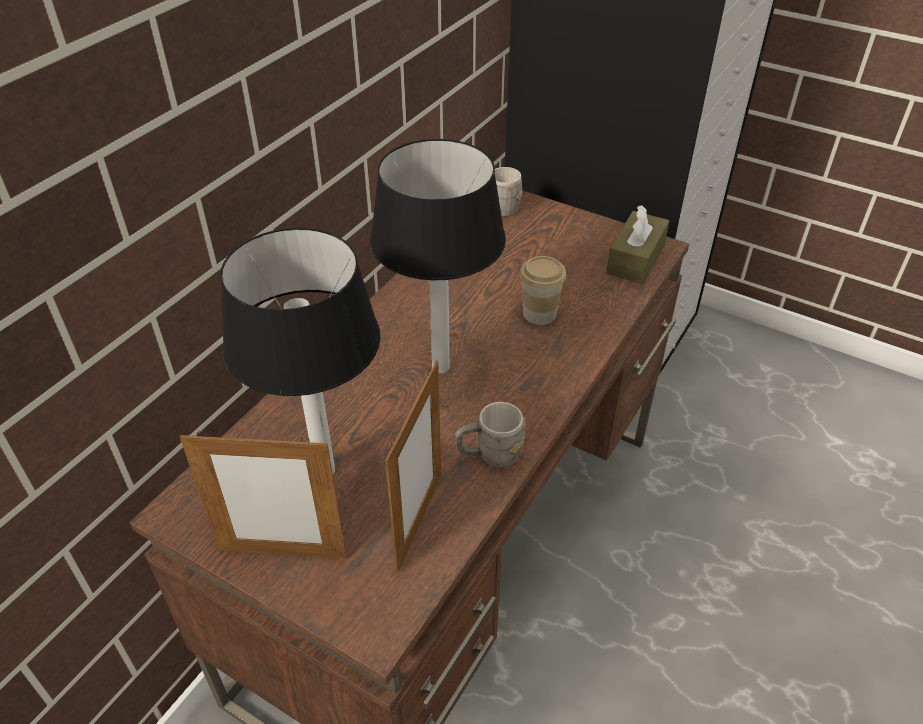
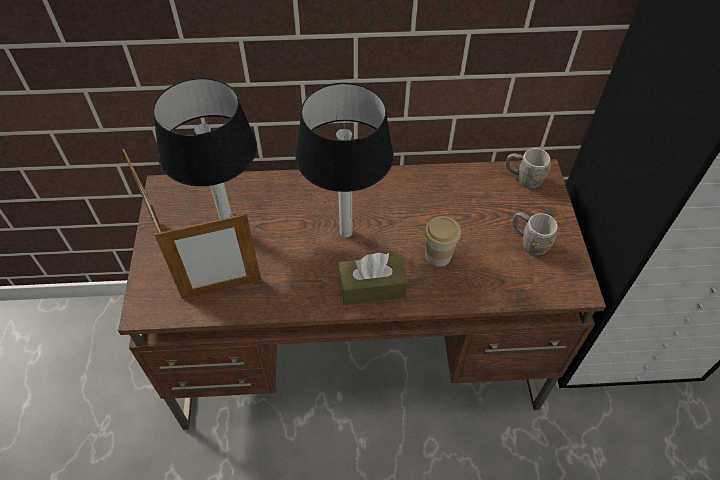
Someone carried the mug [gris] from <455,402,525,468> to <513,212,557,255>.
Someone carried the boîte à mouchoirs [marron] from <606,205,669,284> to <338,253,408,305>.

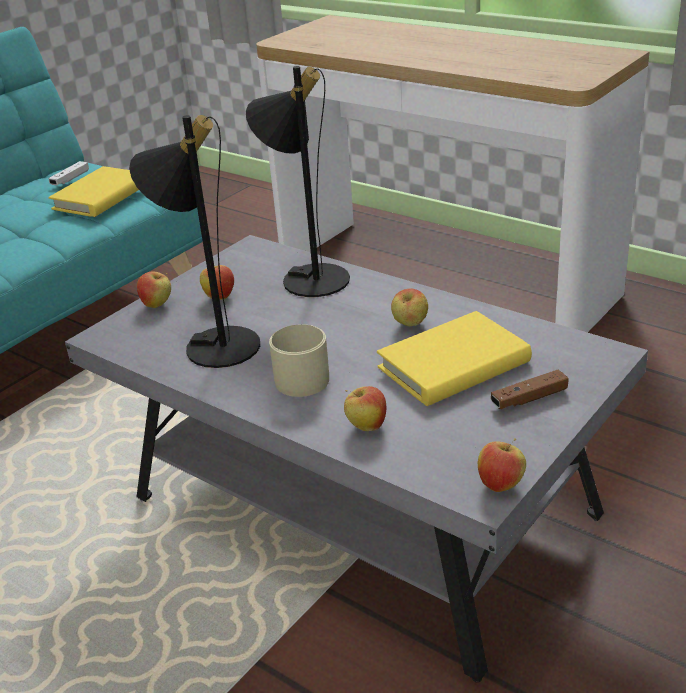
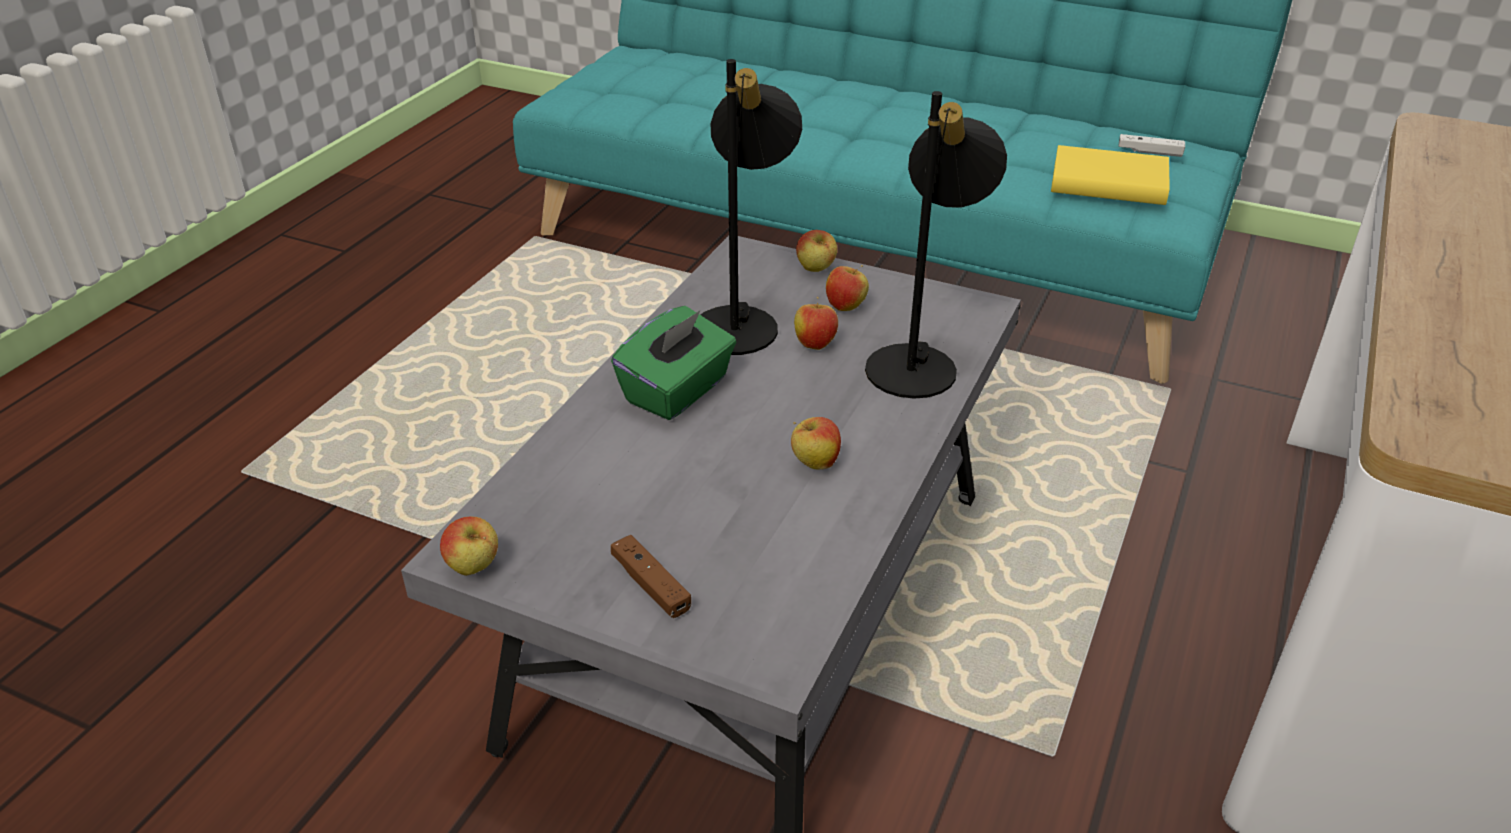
Someone swapped the mug [beige] at <269,324,329,397> for the boîte à mouchoirs [vert] at <611,306,736,420>.
Someone carried the pomme from <344,386,386,431> to <794,297,838,350>.
Someone took away the livre [jaune] at <377,311,532,406>.

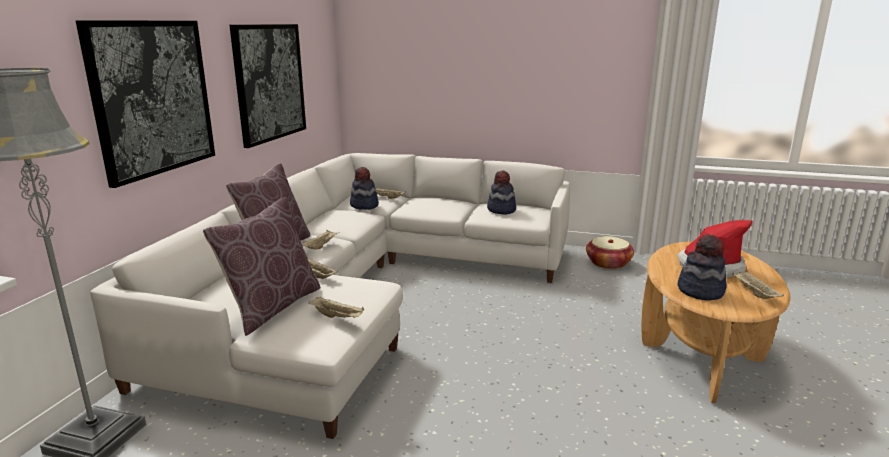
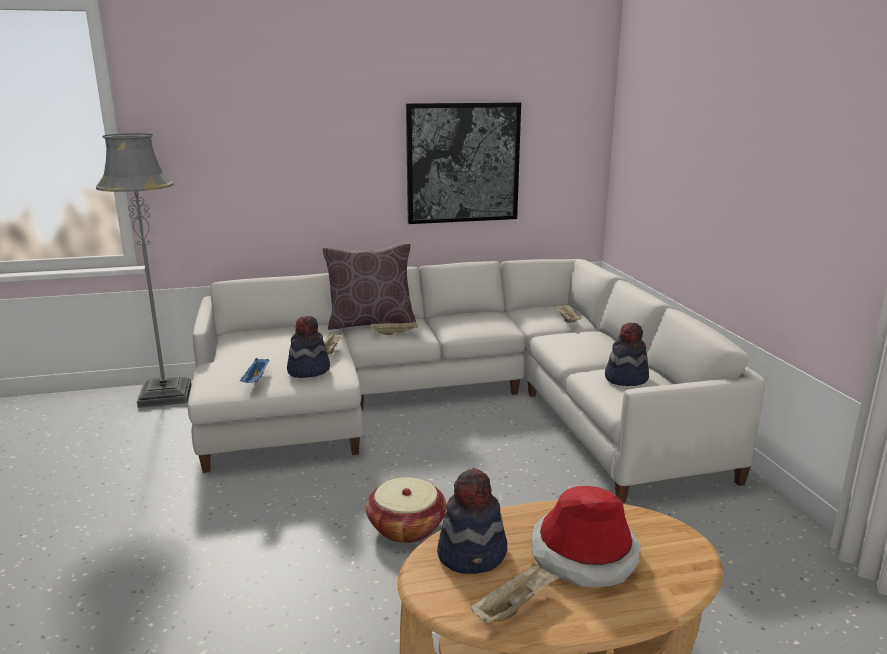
Someone took away the tableau at <76,20,215,188>.
Someone took away the coussin [marron] at <203,197,321,336>.
Someone repainted the plateau [beige] at <308,297,364,318>, which became the plateau [bleu] at <240,358,269,383>.
Someone carried the chapeau from <350,167,379,210> to <287,316,330,378>.
Someone carried the panier from <586,236,634,269> to <366,477,447,543>.

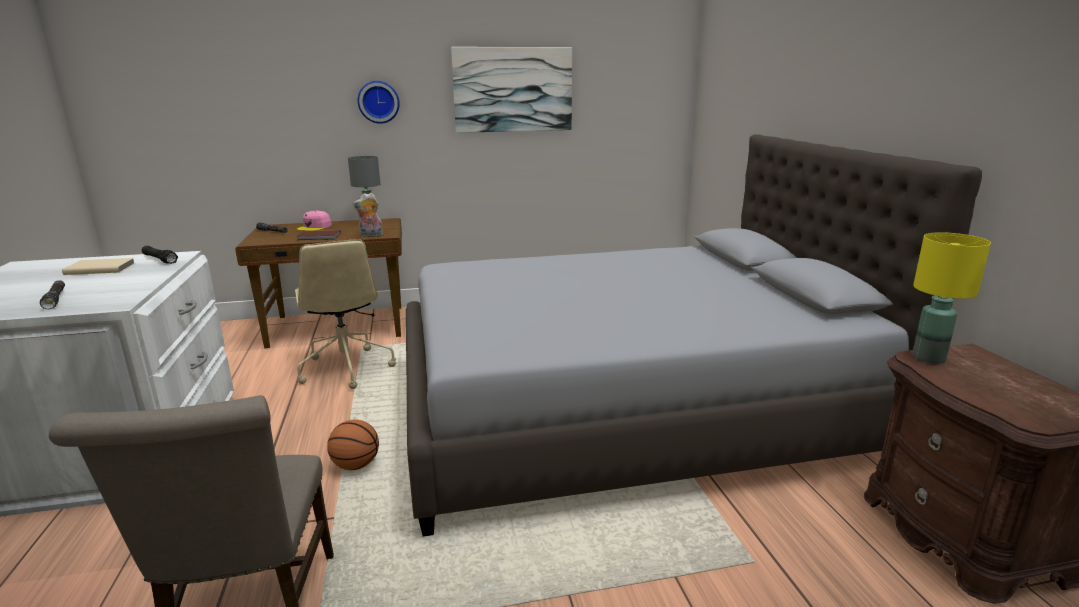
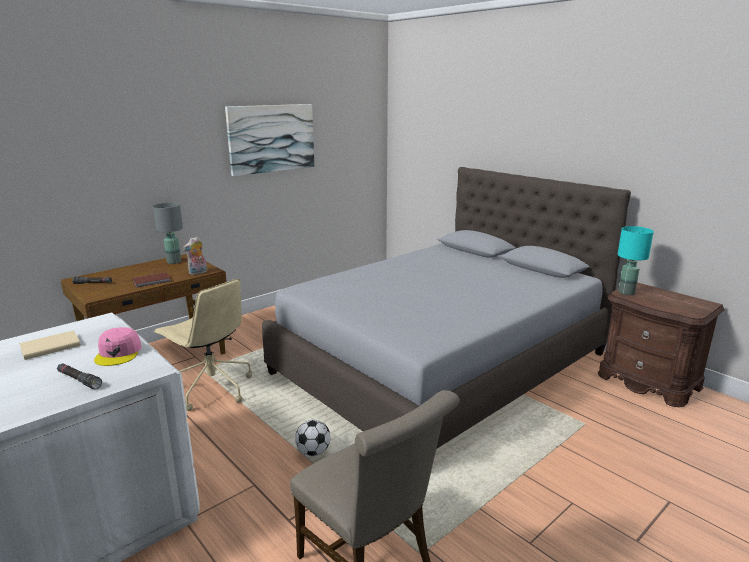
Someone took away the lampe de poche [noir] at <142,246,178,264>.
Someone carried the casquette [rose] from <297,211,332,231> to <94,327,142,366>.
Someone swapped the ballon de basket at <327,420,379,470> for the ballon de foot at <295,420,330,456>.
Someone took away the horloge murale at <358,81,400,124>.
Someone repainted the lampe de table [jaune] at <913,232,991,364>, which became the lampe de table [turquoise] at <618,226,654,295>.

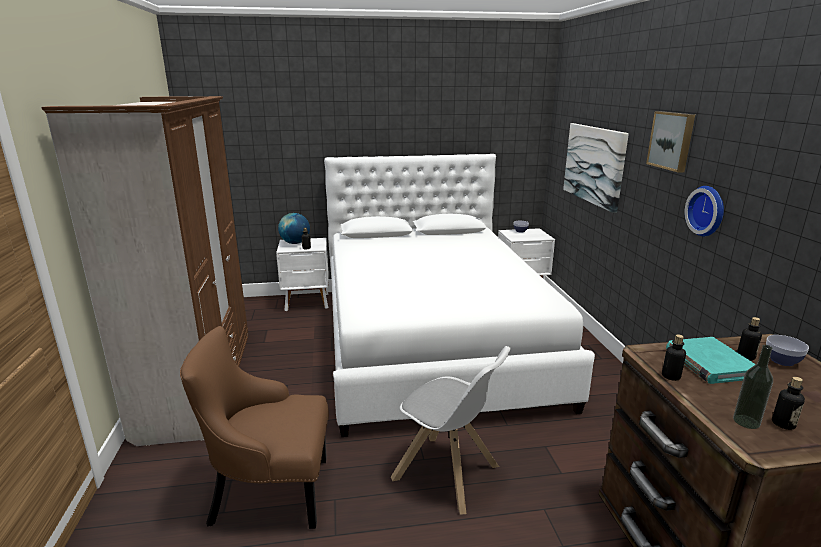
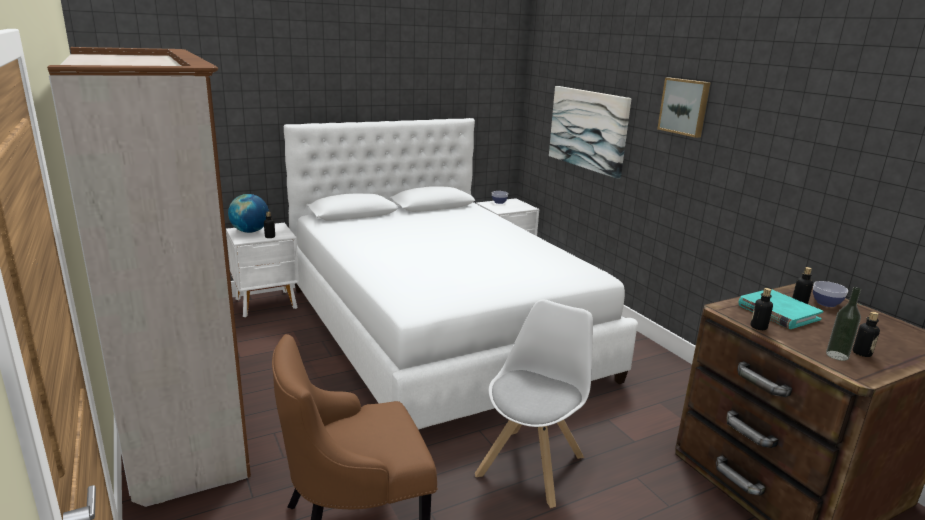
Someone rotated the chaise at <391,346,510,515> by 75 degrees counterclockwise.
Someone took away the horloge murale at <684,186,724,236>.

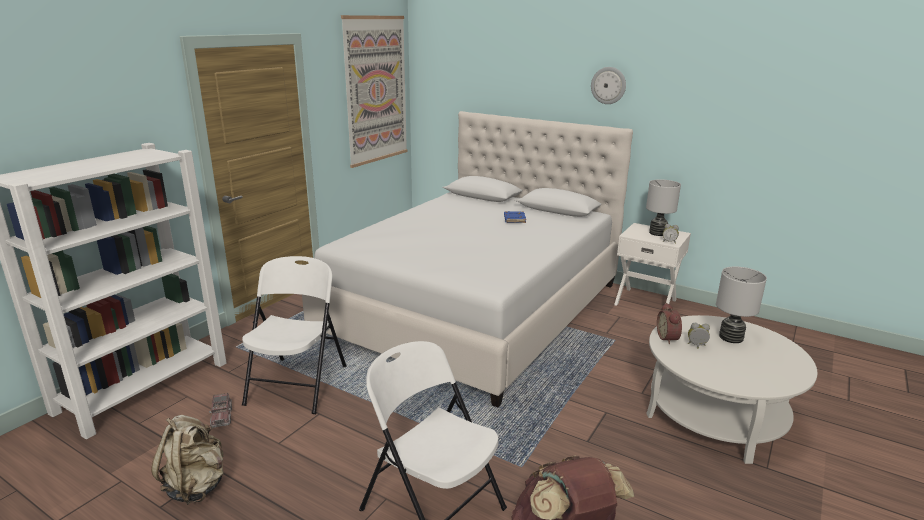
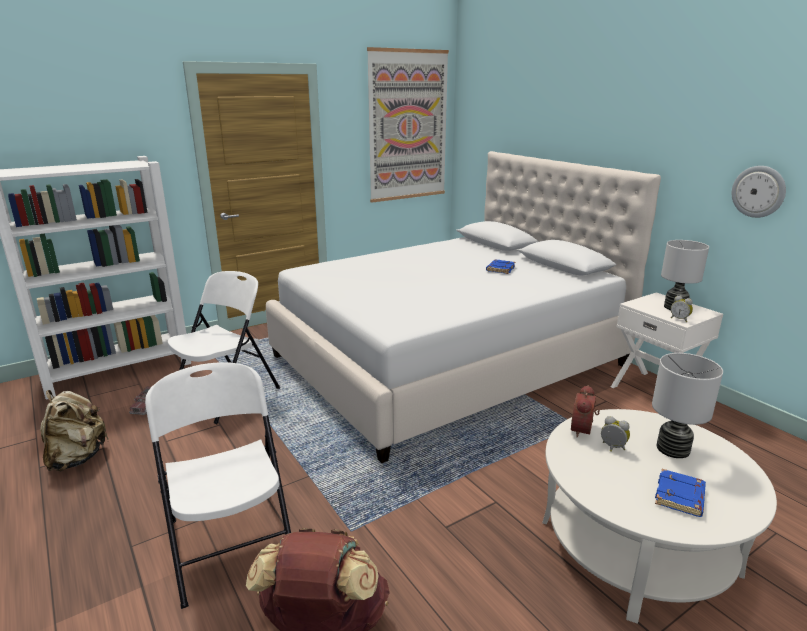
Someone carried the horloge murale from <591,67,626,104> to <732,166,786,218>.
Someone put down the livre [bleu] at <655,469,706,517>.

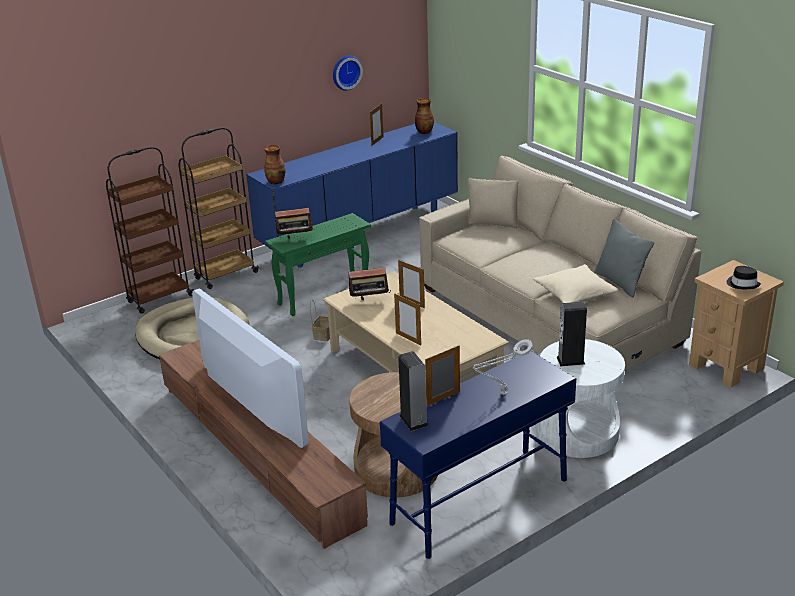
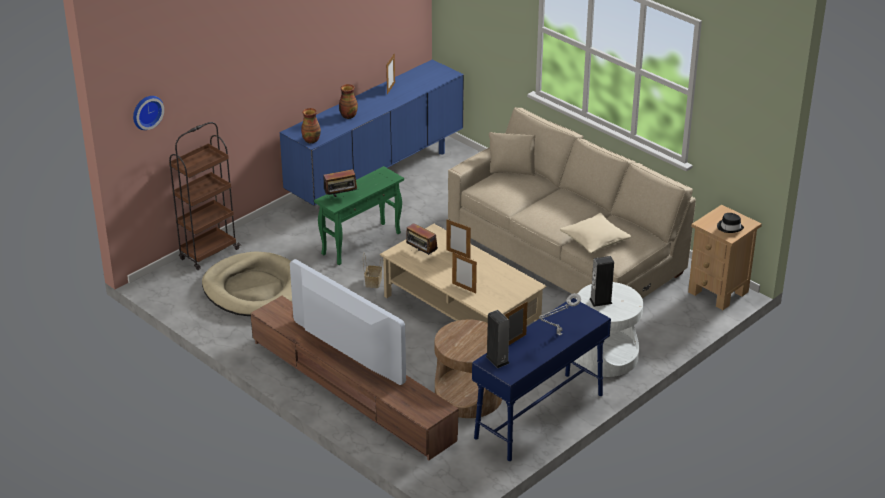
Someone took away the chariot [marron] at <179,128,260,289>.
Someone carried the horloge murale from <333,55,363,91> to <133,96,164,130>.
Someone rotated the radio at <349,267,391,300> by 60 degrees clockwise.
Someone carried the vase from <415,98,434,134> to <339,84,358,119>.
Someone took away the coussin [gris] at <595,219,654,297>.

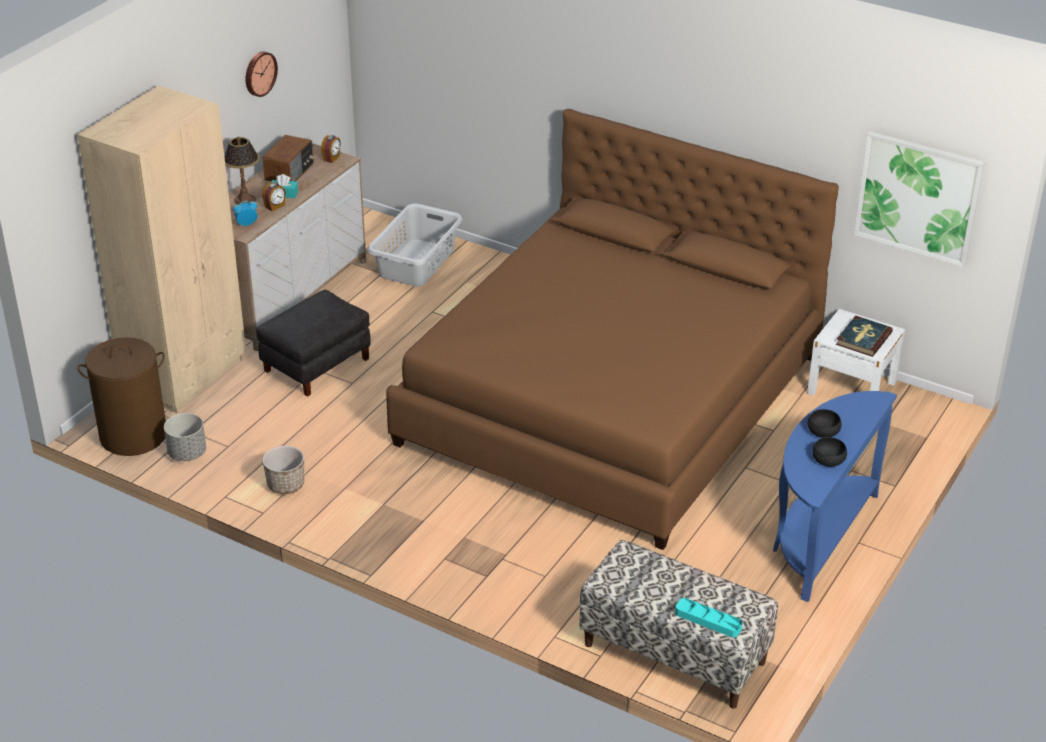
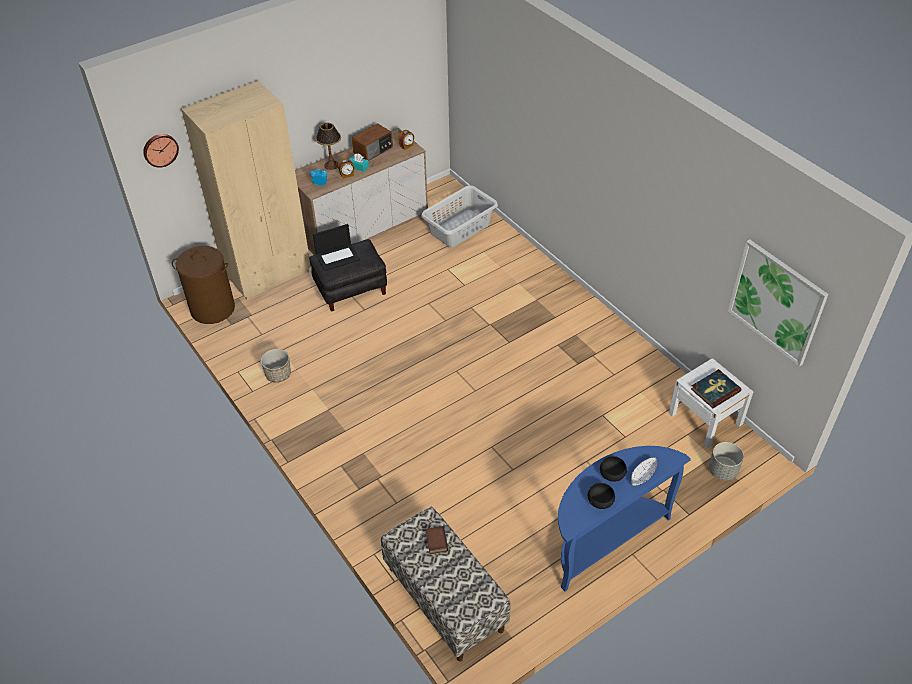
Someone carried the cache-pot [gris] from <164,413,206,461> to <709,442,744,480>.
Someone carried the horloge murale from <246,51,278,97> to <143,134,179,168>.
Someone took away the lit [marron] at <386,109,839,550>.
Someone took away the plateau [turquoise] at <675,598,743,637>.
Someone put down the ordinateur portable at <313,224,360,271>.
Someone put down the livre at <425,526,448,554>.
Someone put down the bol [blanc] at <631,458,658,486>.

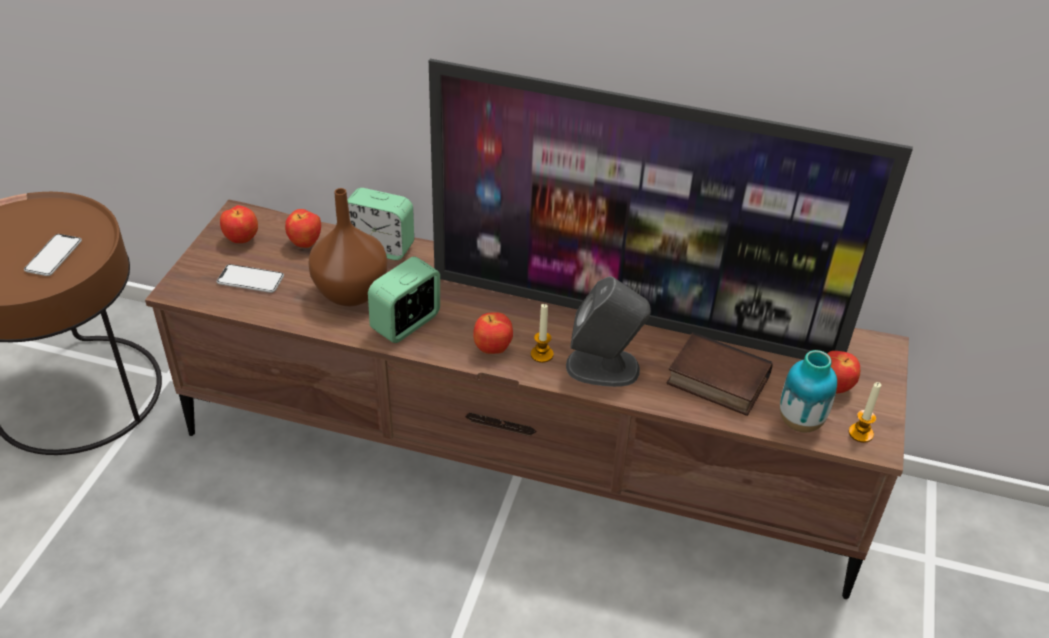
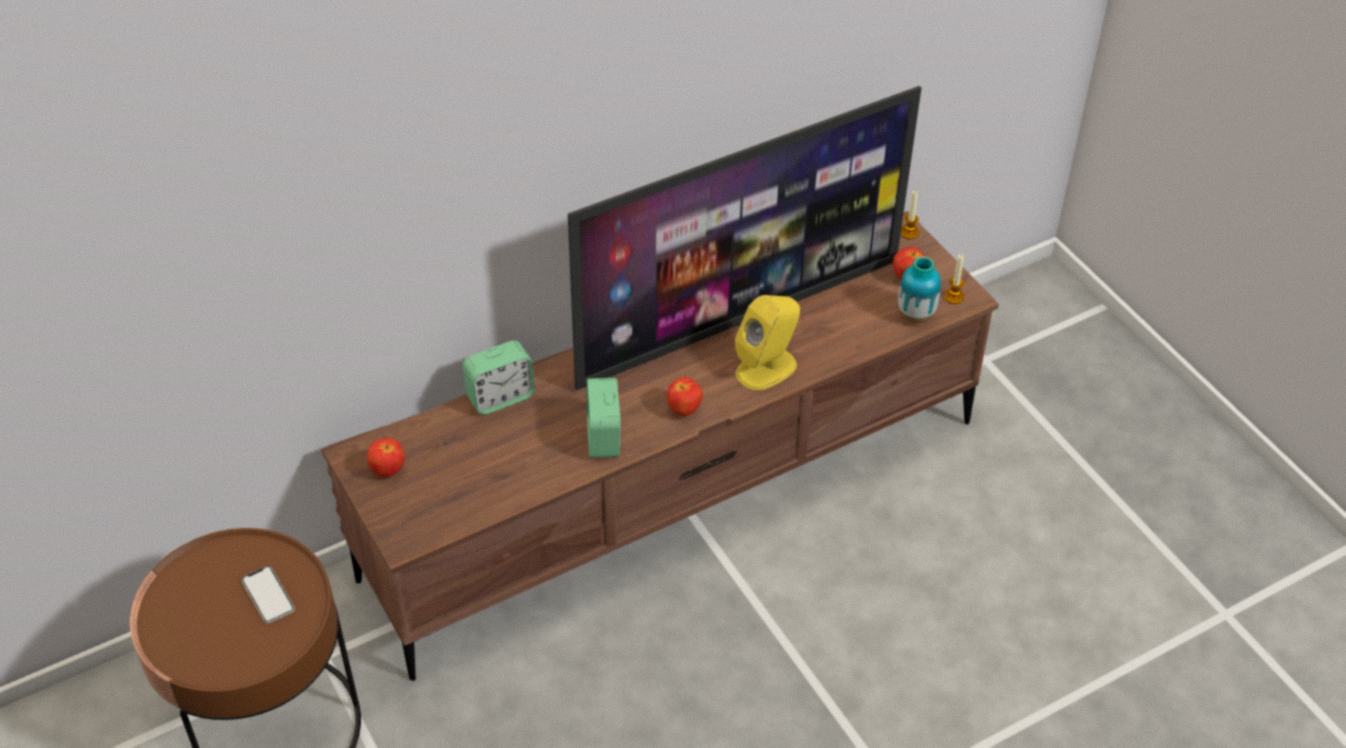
Someone took away the téléphone at <217,264,284,293>.
Someone took away the pomme at <285,209,321,248>.
Someone took away the vase [marron] at <308,188,388,306>.
Someone carried the bougie from <531,304,554,363> to <901,191,919,239>.
Someone repainted the enceinte [gris] at <566,276,651,387>, which became the enceinte [jaune] at <735,295,800,390>.
Someone took away the livre at <667,332,773,416>.

